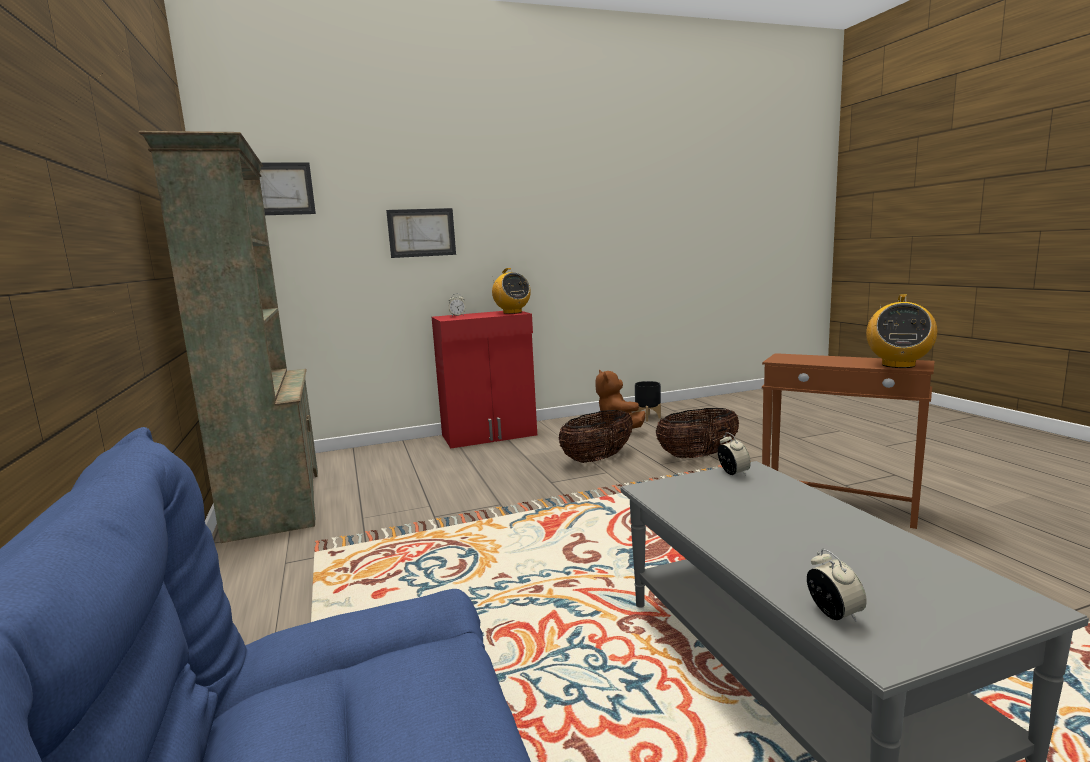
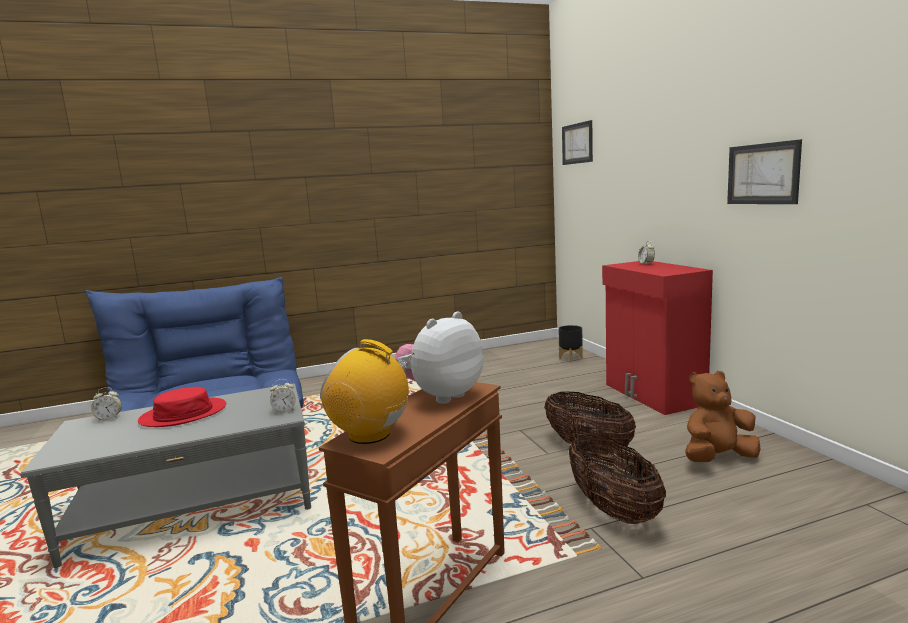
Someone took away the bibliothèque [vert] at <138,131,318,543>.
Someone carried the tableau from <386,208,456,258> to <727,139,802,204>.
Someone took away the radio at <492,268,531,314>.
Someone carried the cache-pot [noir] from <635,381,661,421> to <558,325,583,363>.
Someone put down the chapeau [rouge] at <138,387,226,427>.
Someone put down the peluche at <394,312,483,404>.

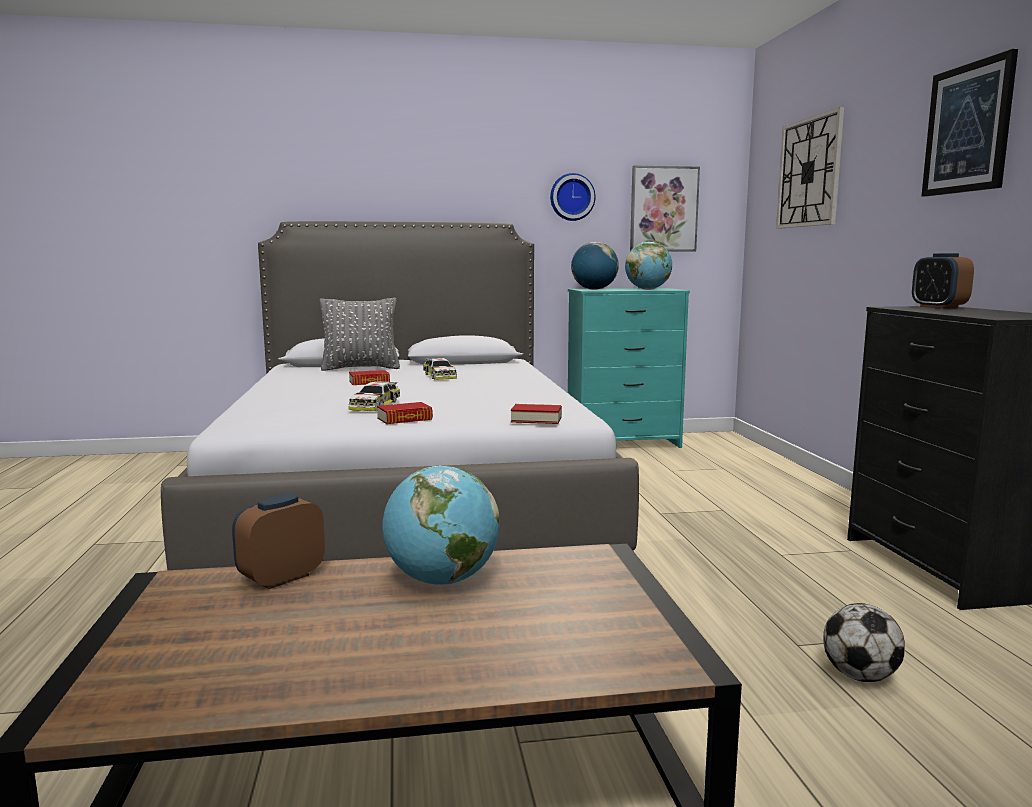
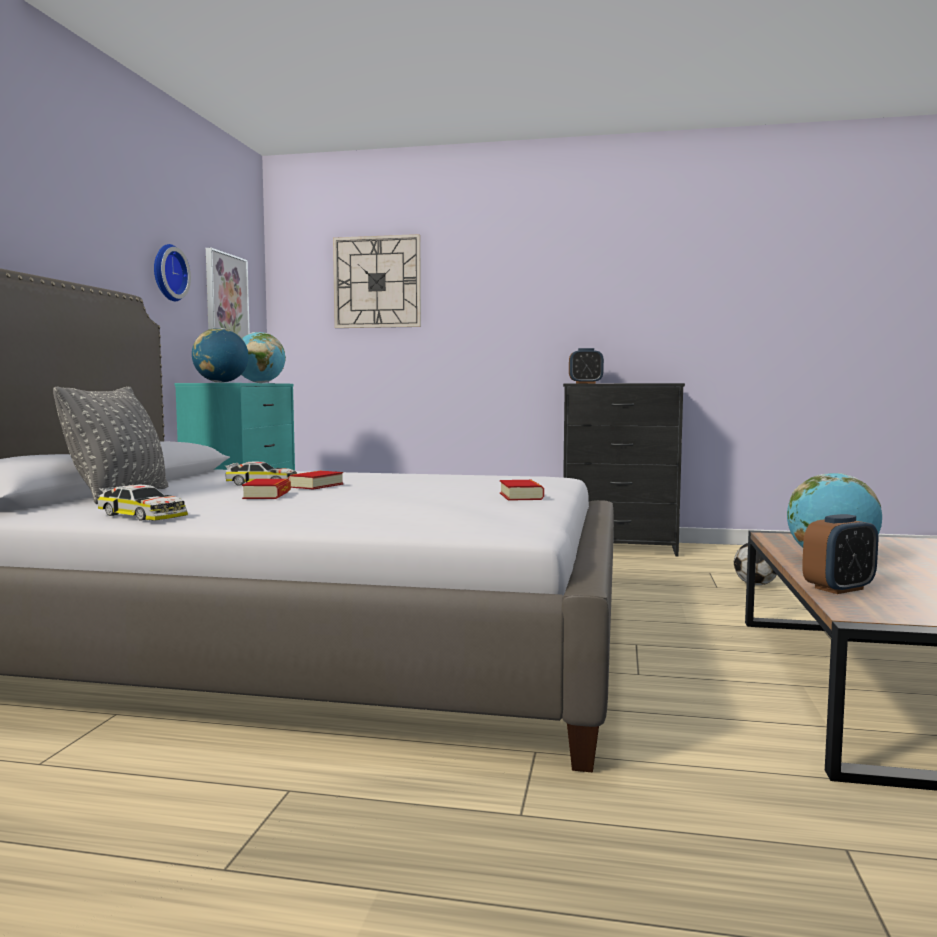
Someone rotated the réveil at <232,494,325,589> by 90 degrees counterclockwise.
Someone carried the petite voiture from <348,381,400,411> to <98,484,188,521>.
Someone carried the livre from <511,404,562,424> to <288,471,344,490>.
Someone took away the tableau at <922,49,1018,197>.

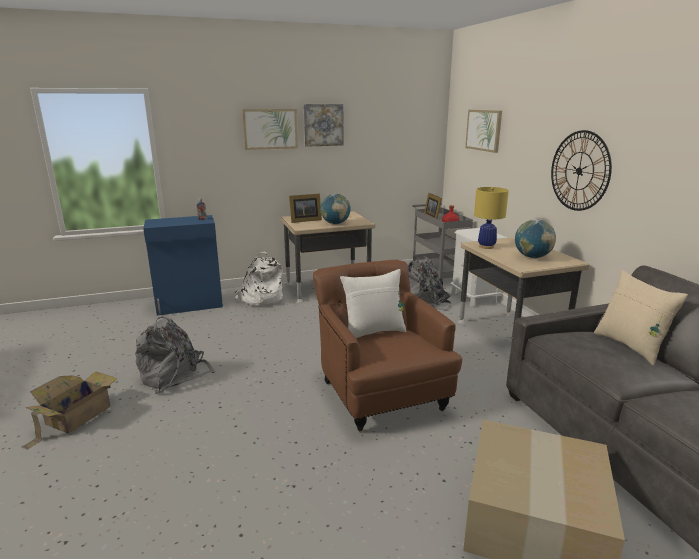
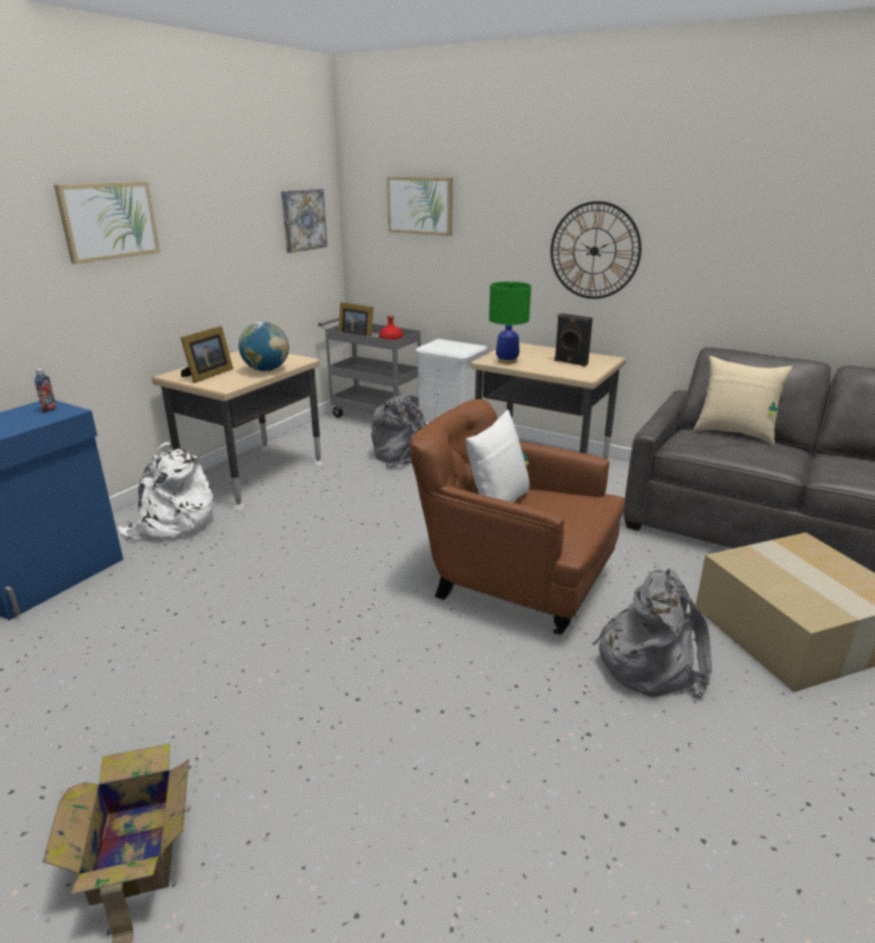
Someone carried the sac à dos [gris] from <135,317,215,394> to <592,569,712,698>.
Someone carried the tableau from <303,104,344,147> to <281,189,327,253>.
Someone repainted the lampe de table [jaune] at <474,187,509,249>, which became the lampe de table [vert] at <489,282,531,364>.
Someone swapped the globe at <515,219,556,258> for the enceinte [noir] at <554,313,593,366>.

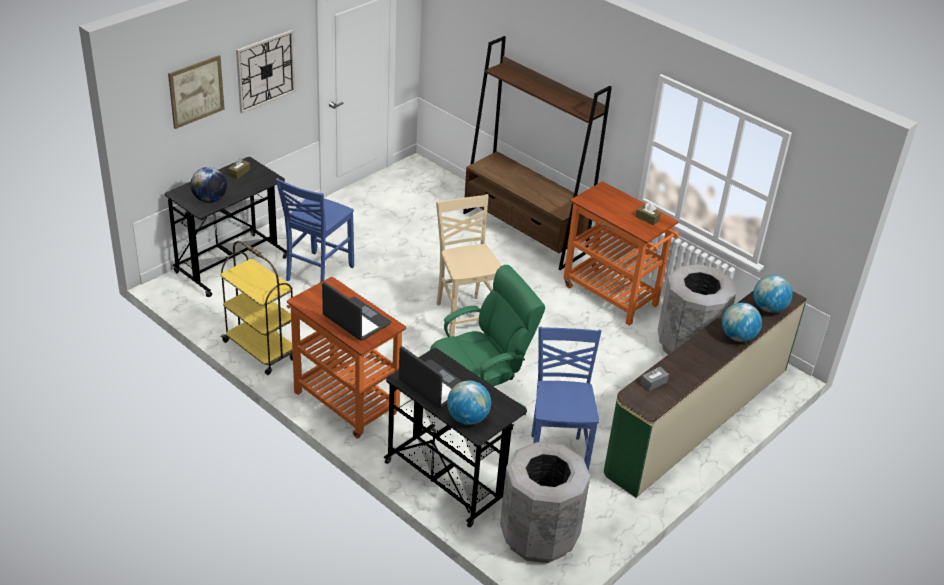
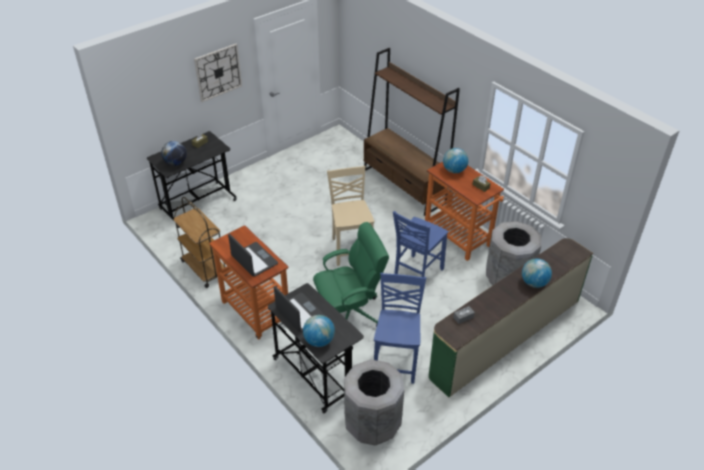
Someone took away the tableau at <168,55,225,129>.
Someone repainted the chariot [jaune] at <220,241,293,375>, which became the chariot [marron] at <173,197,228,288>.
Someone carried the chaise [bleu] from <276,178,354,282> to <393,211,448,289>.
Someone carried the globe from <753,275,793,313> to <443,148,469,173>.

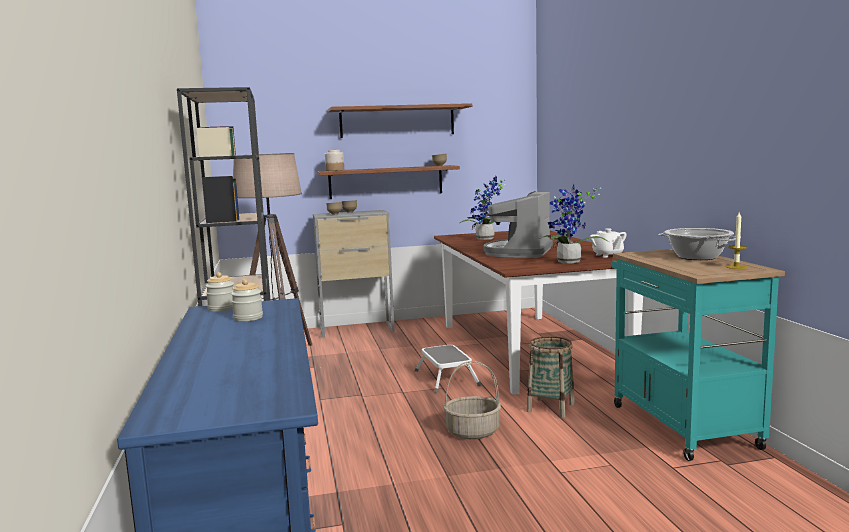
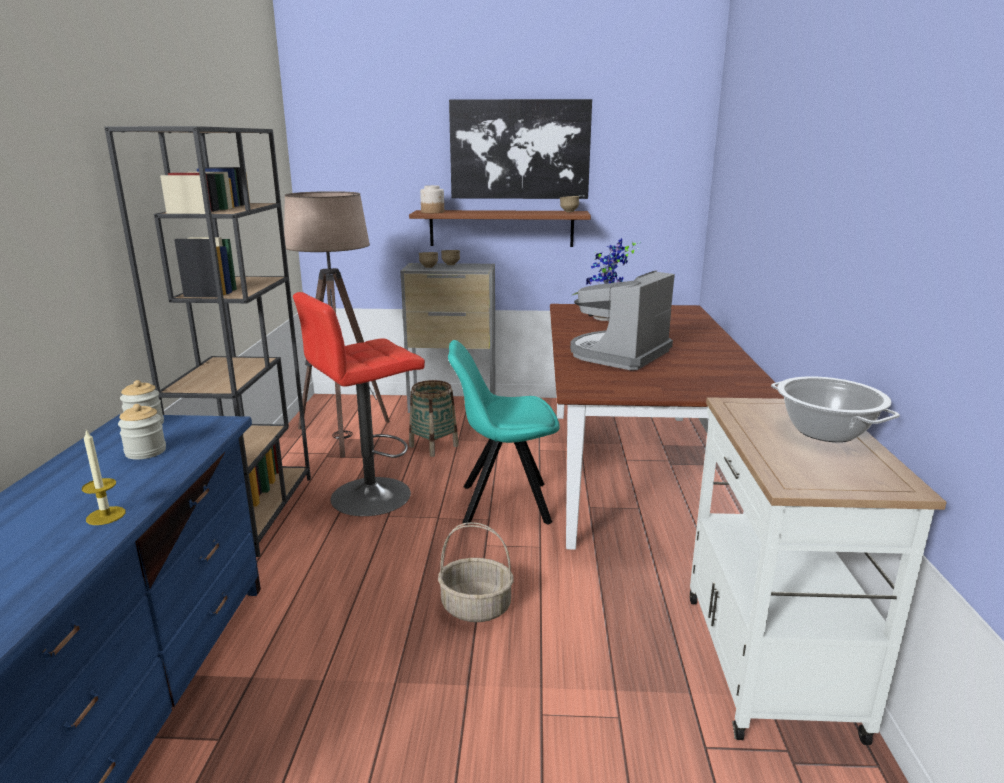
Someone swapped the étagère [marron] at <328,103,472,138> for the tableau at <449,99,592,199>.
Someone swapped the escabeau [gris] at <415,345,482,393> for the chaise [turquoise] at <448,340,560,525>.
Someone carried the panier from <526,336,575,418> to <409,380,459,457>.
Someone took away the plante en pot at <539,185,609,264>.
Someone took away the théière [blanc] at <590,228,627,258>.
Someone repainted the chariot [turquoise] at <611,249,785,461>, which became the chariot [blanc] at <689,397,947,745>.
Someone carried the bougie from <725,212,748,269> to <82,430,126,525>.
Someone put down the tabouret [rouge] at <293,292,425,516>.

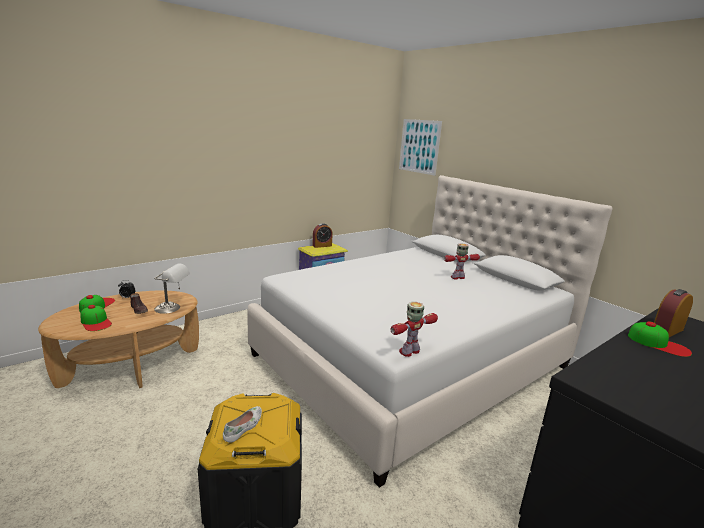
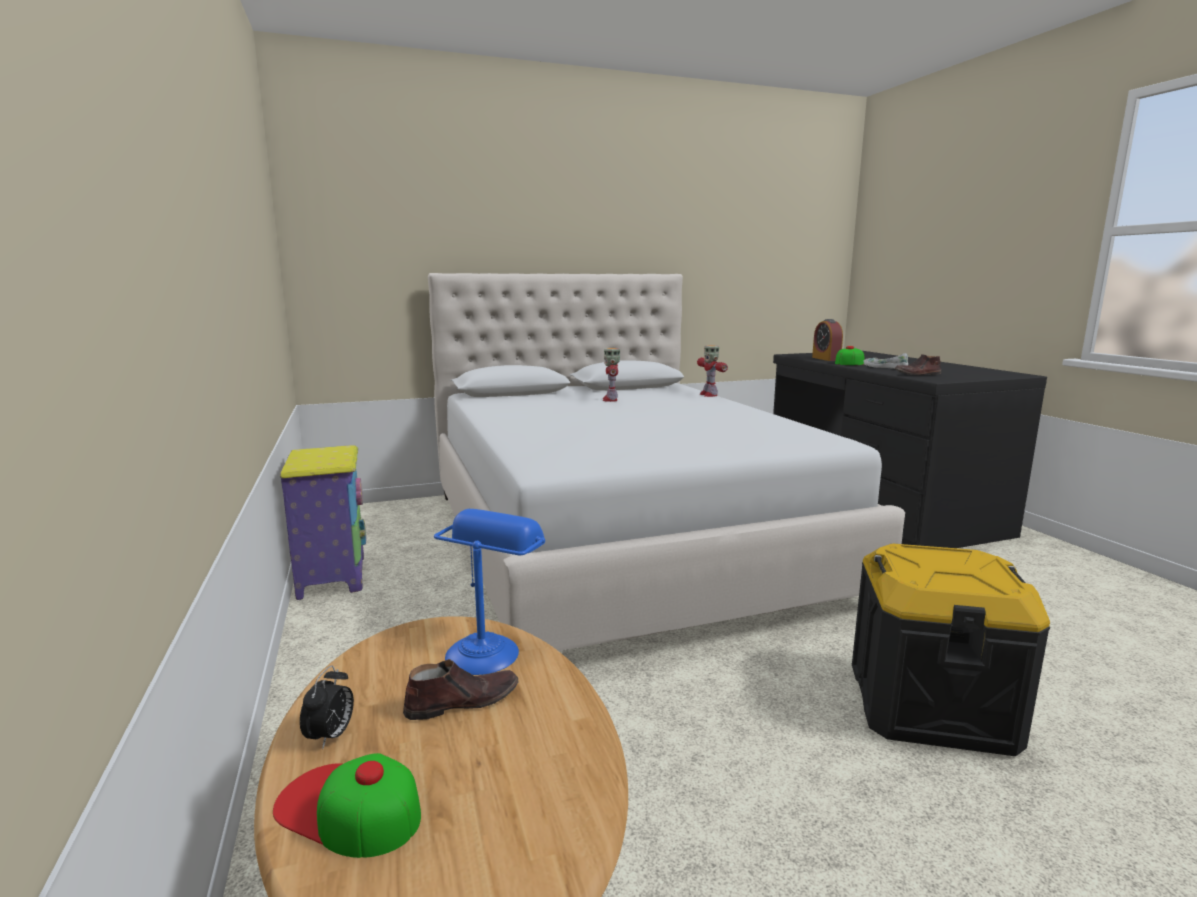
Someone took away the casquette at <80,305,112,331>.
Someone repainted the lampe de table [blanc] at <154,263,190,314>, which became the lampe de table [bleu] at <434,509,545,675>.
Someone carried the chaussure [blanc] from <223,406,262,443> to <863,353,908,369>.
Someone took away the réveil at <312,223,333,248>.
Someone carried the robot jouet from <391,302,438,357> to <697,345,728,397>.
Someone took away the tableau at <399,119,442,176>.
Someone put down the chaussure [marron] at <895,354,942,375>.

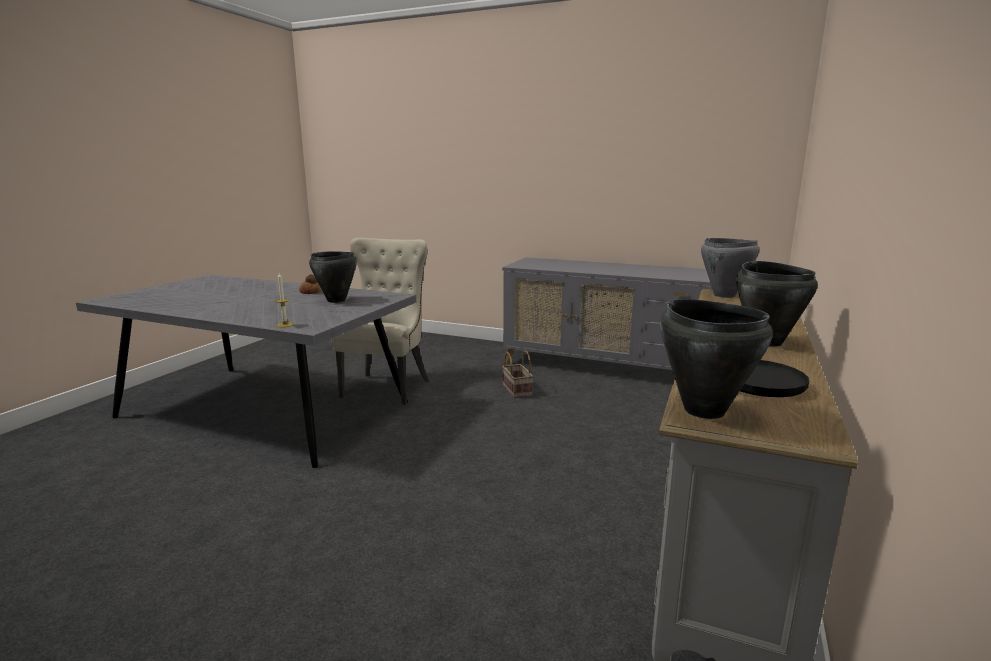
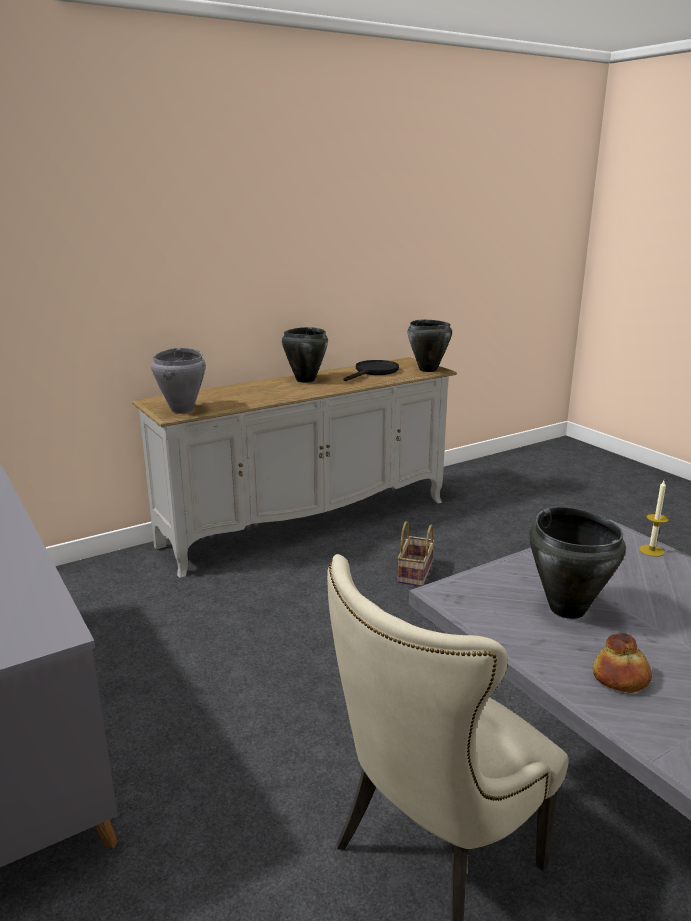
Someone carried the panier from <502,350,533,398> to <398,521,434,586>.

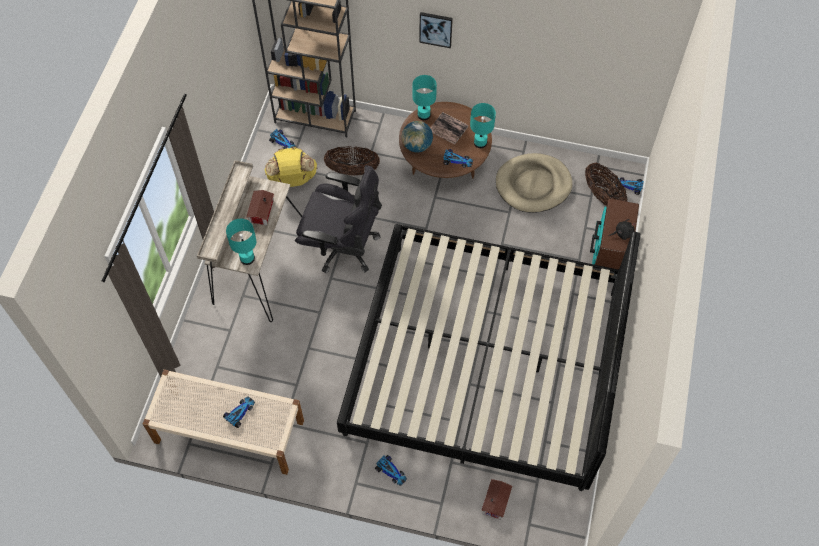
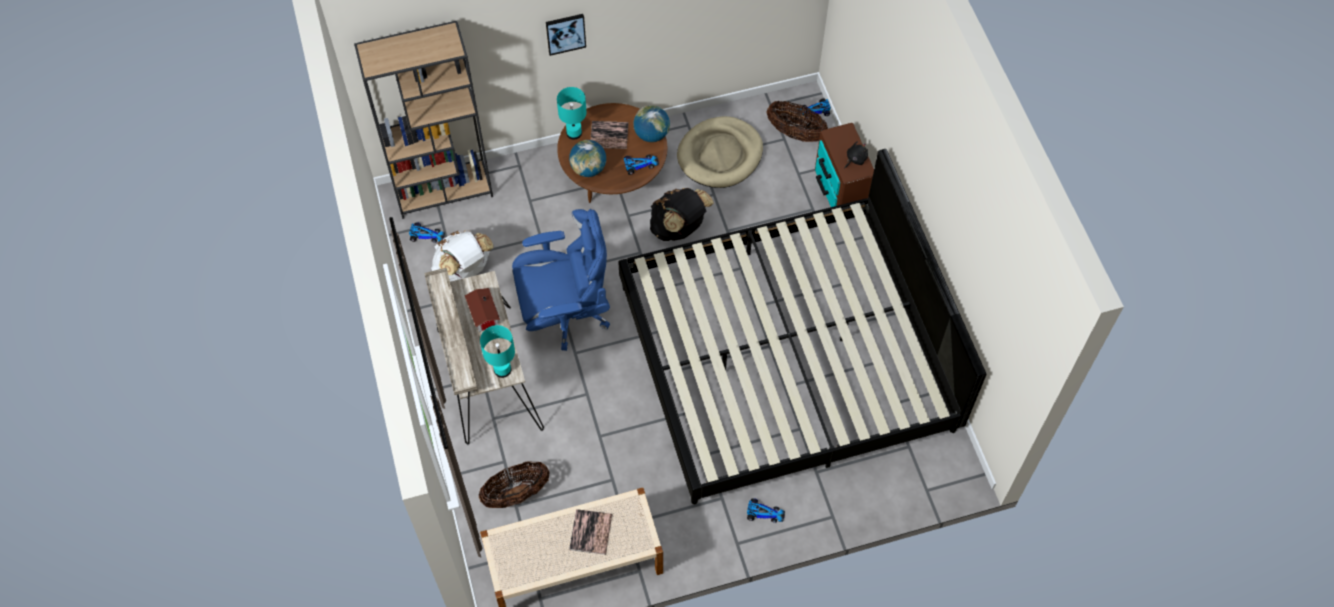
Someone swapped the petite voiture at <223,397,255,428> for the livre at <569,509,612,555>.
Someone repainted the sac à dos [jaune] at <265,147,317,187>, which became the sac à dos [blanc] at <431,231,494,282>.
Someone repainted the chaise de bureau [noir] at <295,165,382,273>, which became the chaise de bureau [bleu] at <512,209,610,351>.
Someone carried the panier from <324,146,380,176> to <479,461,550,508>.
Someone swapped the lampe de table [turquoise] at <470,103,496,148> for the globe at <633,105,670,142>.
Someone took away the maison miniature at <481,479,512,520>.
Someone put down the sac à dos [noir] at <650,188,714,241>.

